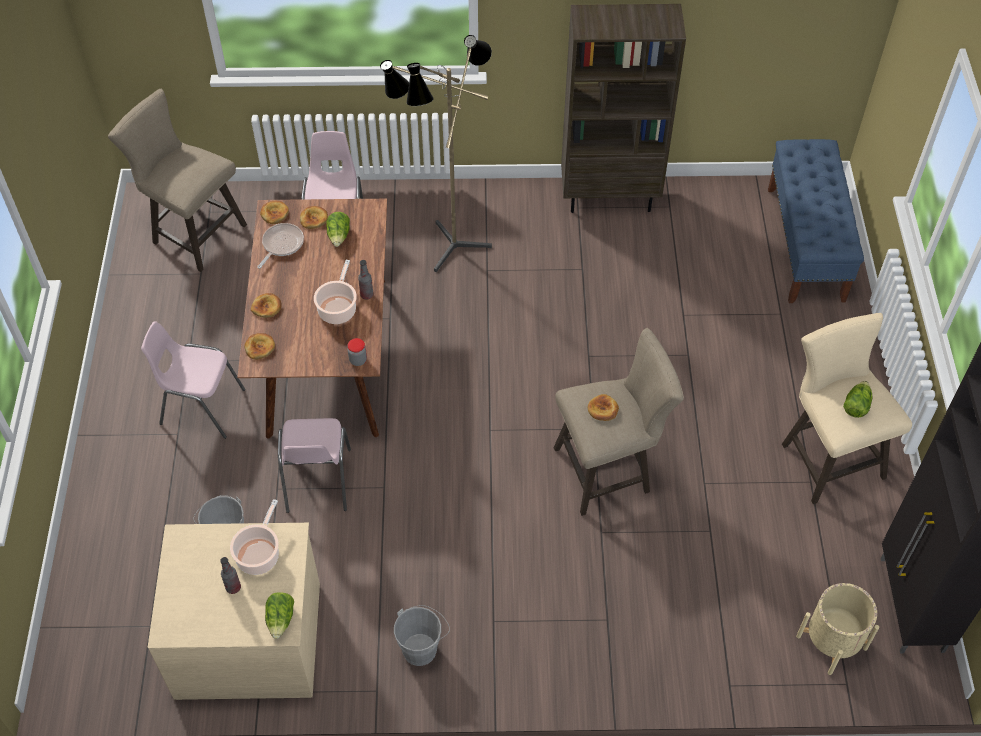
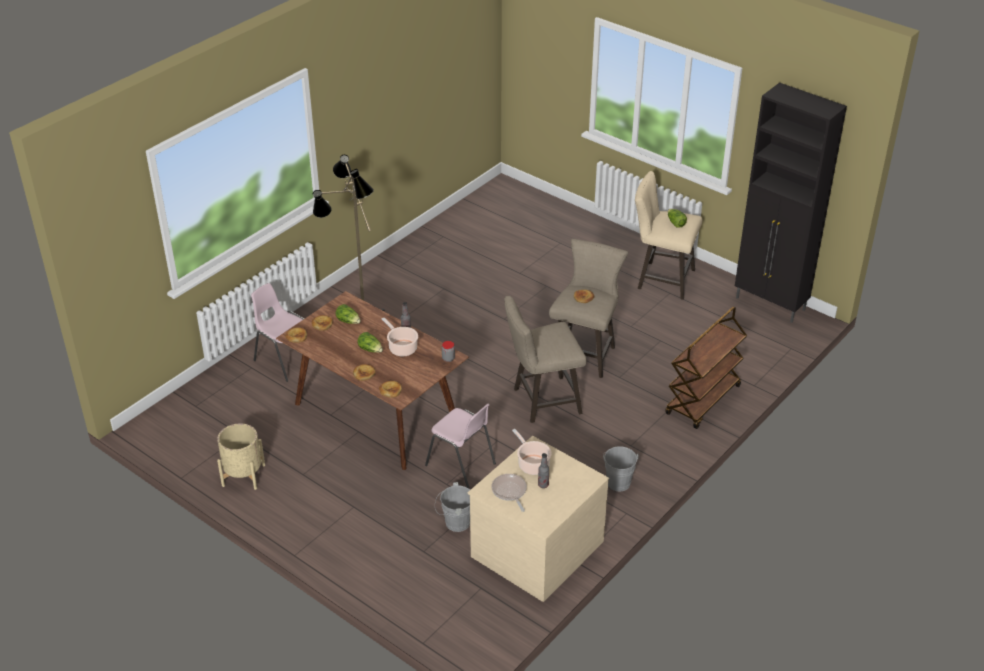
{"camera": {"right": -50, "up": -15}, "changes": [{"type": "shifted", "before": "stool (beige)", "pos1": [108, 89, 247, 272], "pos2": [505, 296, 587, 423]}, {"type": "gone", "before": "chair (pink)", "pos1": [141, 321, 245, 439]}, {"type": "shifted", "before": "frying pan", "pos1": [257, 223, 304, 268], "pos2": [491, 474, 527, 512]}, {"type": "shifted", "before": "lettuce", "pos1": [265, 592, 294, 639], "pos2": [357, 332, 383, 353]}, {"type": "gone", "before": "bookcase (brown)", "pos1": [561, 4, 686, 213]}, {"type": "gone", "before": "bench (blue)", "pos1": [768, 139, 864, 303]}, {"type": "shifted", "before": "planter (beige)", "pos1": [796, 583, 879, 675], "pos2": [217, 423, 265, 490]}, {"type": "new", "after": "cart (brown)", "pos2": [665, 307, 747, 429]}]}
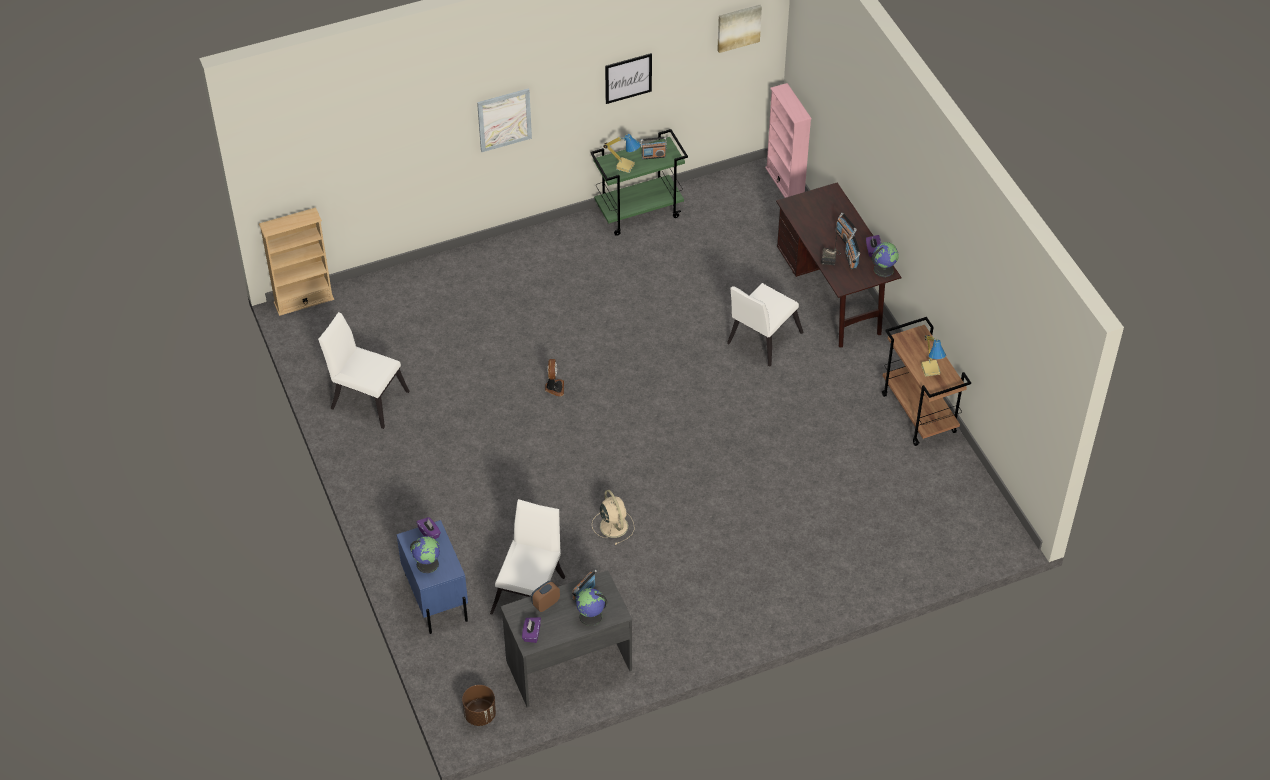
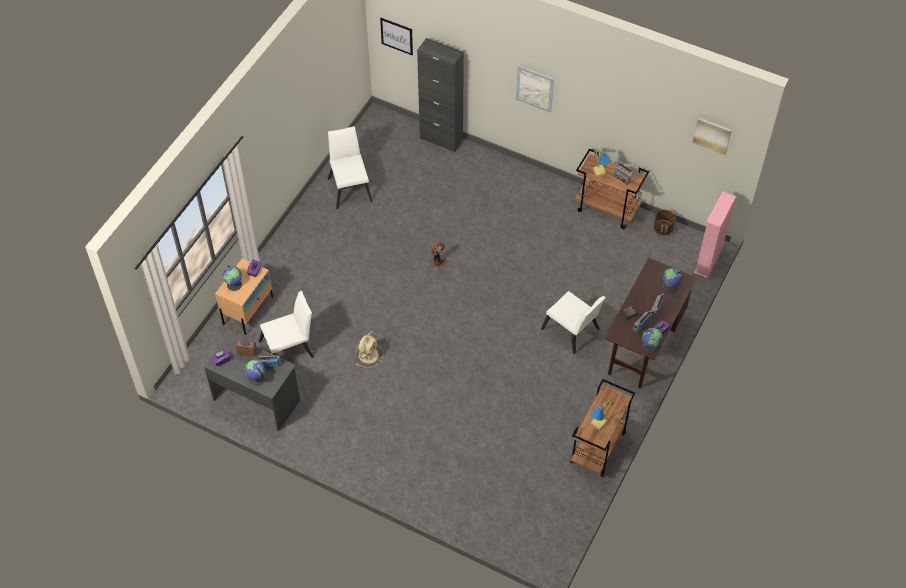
{"camera": {"right": 50, "up": 5}, "changes": [{"type": "gone", "before": "bookcase (beige)", "pos1": [259, 207, 334, 316]}, {"type": "repainted", "before": "nightstand (blue)", "after": "nightstand (beige)", "pos1": [397, 520, 468, 634], "pos2": [215, 258, 273, 335]}, {"type": "shifted", "before": "planter (brown)", "pos1": [462, 685, 496, 726], "pos2": [654, 210, 676, 235]}, {"type": "repainted", "before": "cart (green)", "after": "cart (brown)", "pos1": [590, 129, 688, 236], "pos2": [575, 149, 649, 229]}, {"type": "shifted", "before": "picture", "pos1": [605, 53, 652, 104], "pos2": [380, 18, 413, 55]}, {"type": "rotated", "before": "chair (white)", "pos1": [727, 283, 804, 367], "pos2": [541, 291, 606, 354], "turn": -135}, {"type": "new", "after": "cabinet (black)", "pos2": [417, 38, 464, 152]}, {"type": "new", "after": "globe", "pos2": [663, 268, 684, 293]}]}
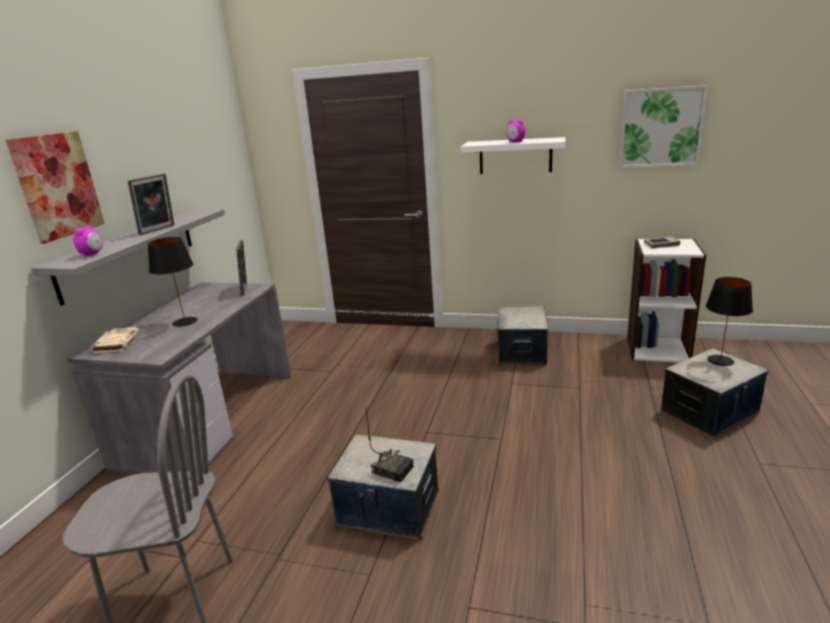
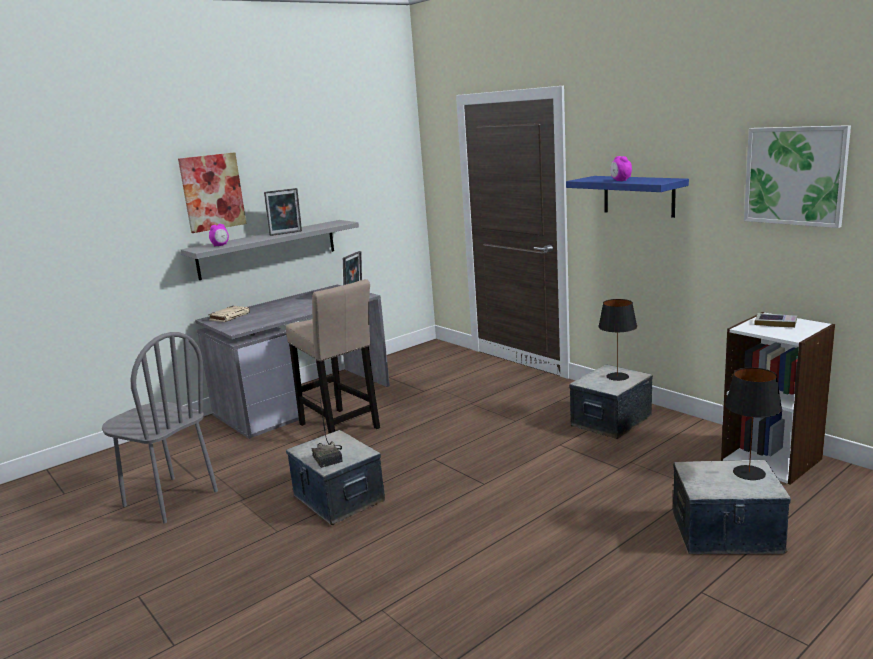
{"camera": {"right": 35, "up": -5}, "changes": [{"type": "shifted", "before": "table lamp (black)", "pos1": [148, 237, 198, 327], "pos2": [598, 299, 637, 381]}, {"type": "repainted", "before": "shelf (white)", "after": "shelf (blue)", "pos1": [461, 137, 566, 174], "pos2": [566, 176, 689, 218]}, {"type": "new", "after": "stool (beige)", "pos2": [286, 279, 380, 433]}]}
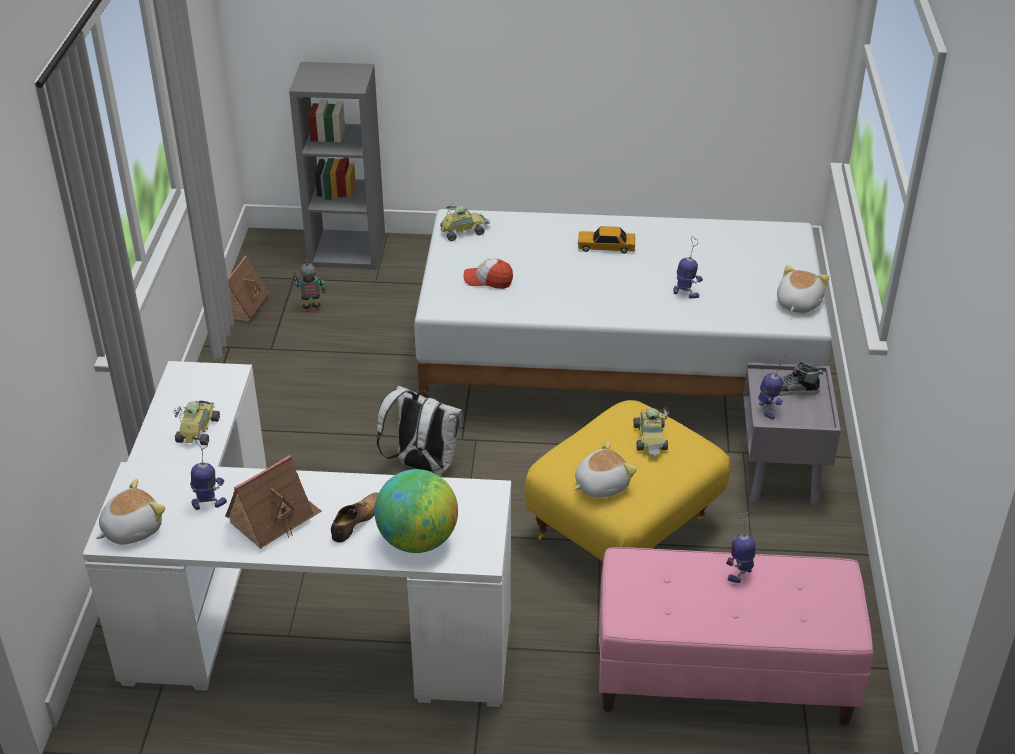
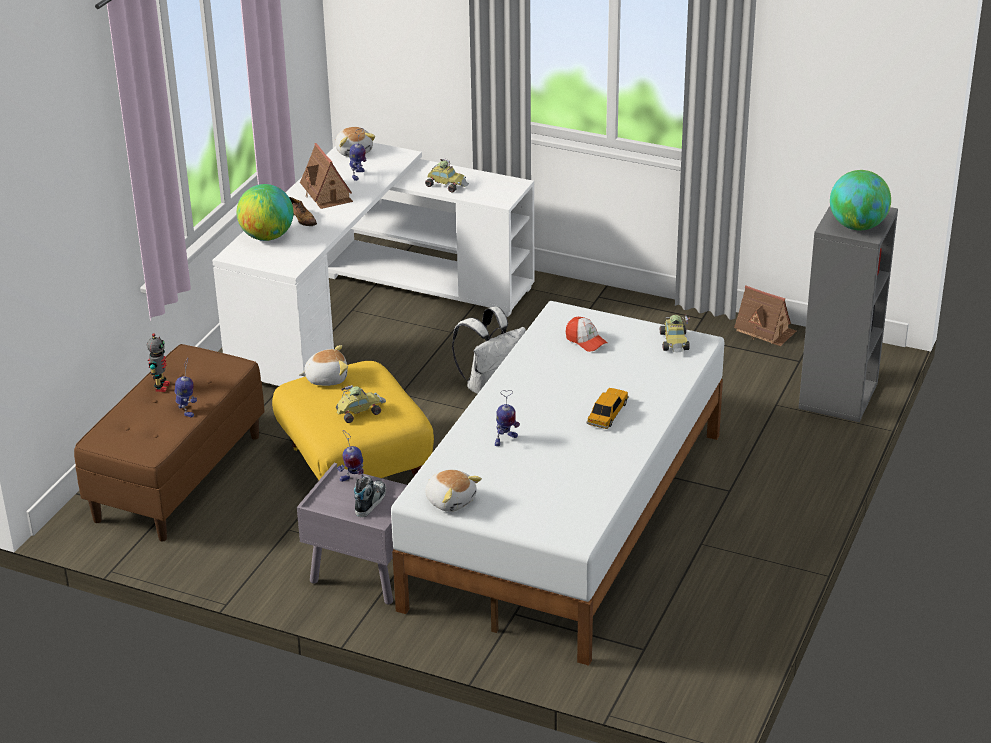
{"camera": {"right": 110, "up": -5}, "changes": [{"type": "shifted", "before": "toy robot", "pos1": [293, 260, 326, 312], "pos2": [147, 333, 170, 392]}, {"type": "rotated", "before": "cap", "pos1": [463, 258, 513, 289], "pos2": [565, 317, 608, 352], "turn": 105}, {"type": "rotated", "before": "plush toy", "pos1": [574, 441, 637, 498], "pos2": [299, 345, 348, 386], "turn": -90}, {"type": "repainted", "before": "bench (pink)", "after": "bench (brown)", "pos1": [599, 547, 873, 726], "pos2": [74, 344, 265, 541]}, {"type": "rotated", "before": "toy car", "pos1": [633, 407, 669, 455], "pos2": [336, 385, 386, 423], "turn": 135}, {"type": "new", "after": "globe", "pos2": [830, 170, 891, 230]}]}
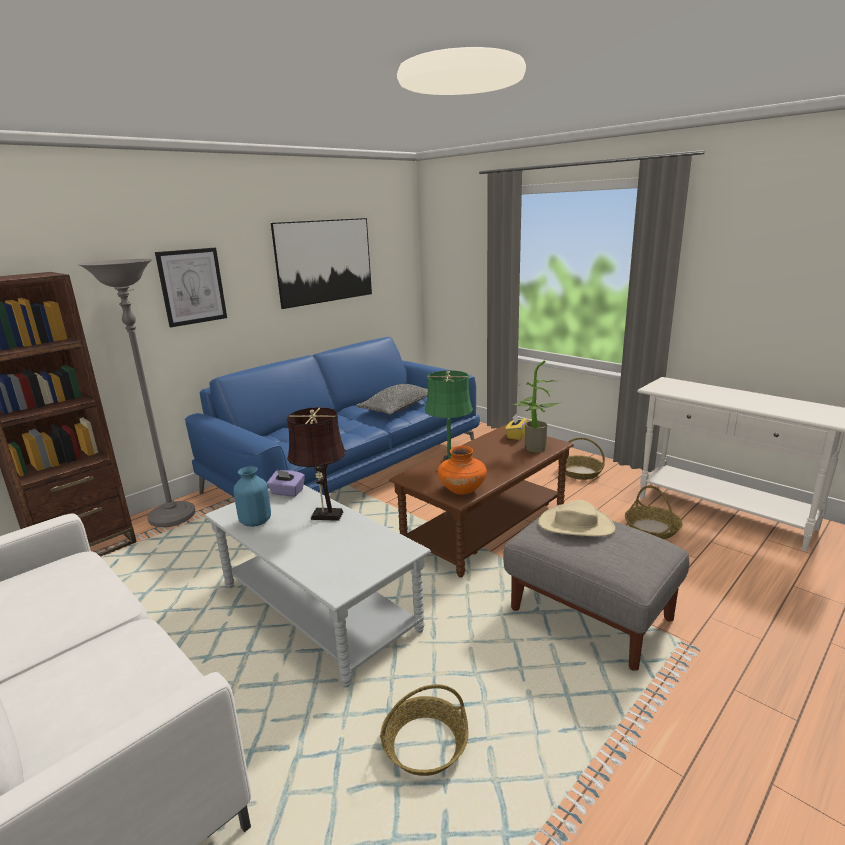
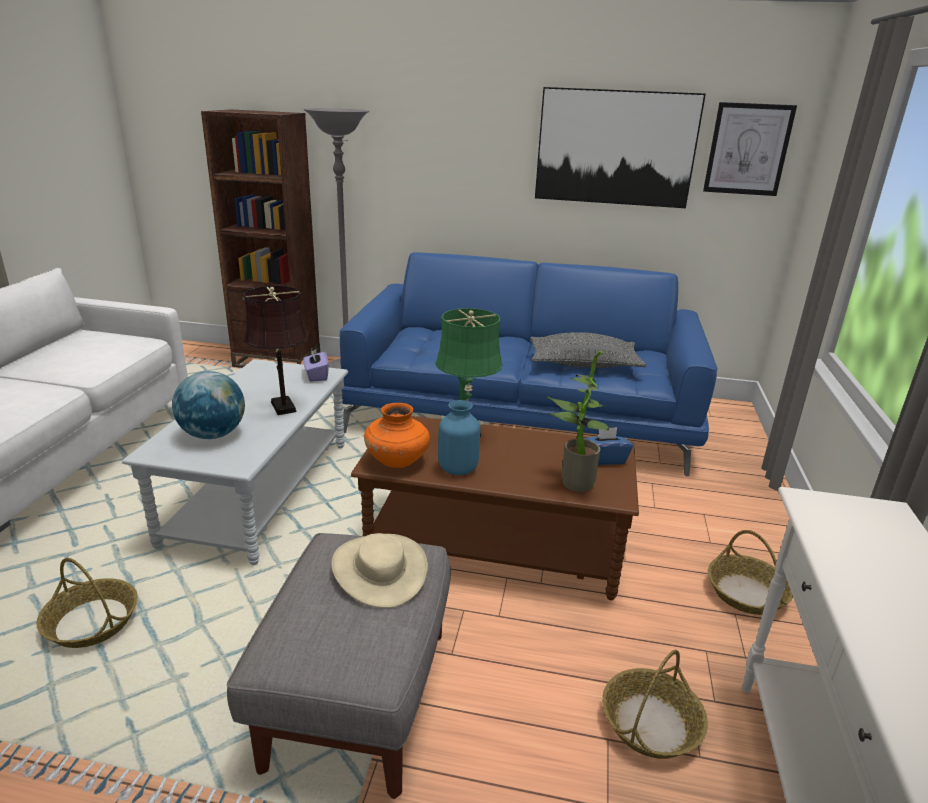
{"camera": {"right": 55, "up": 5}, "changes": [{"type": "shifted", "before": "picture", "pos1": [155, 248, 227, 327], "pos2": [703, 102, 797, 196]}, {"type": "shifted", "before": "vase (blue)", "pos1": [233, 466, 271, 527], "pos2": [438, 400, 480, 475]}, {"type": "repainted", "before": "tissue box (yellow)", "after": "tissue box (blue)", "pos1": [505, 413, 529, 440], "pos2": [584, 427, 633, 465]}, {"type": "new", "after": "globe", "pos2": [172, 371, 245, 439]}]}
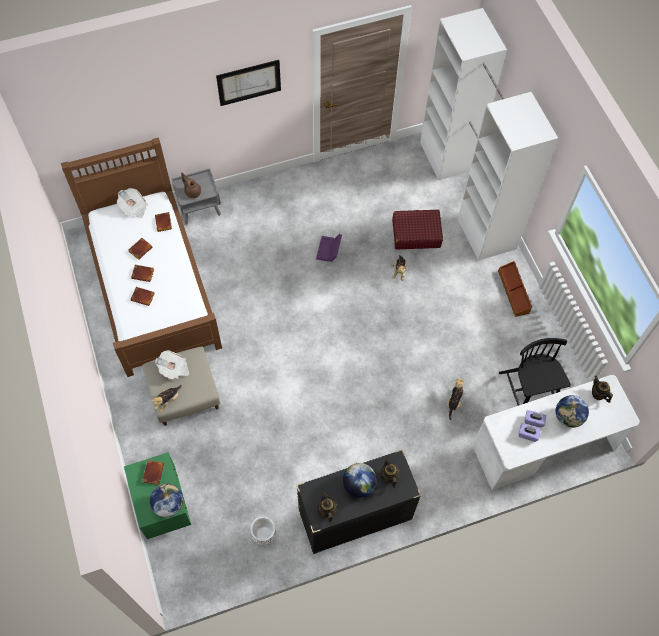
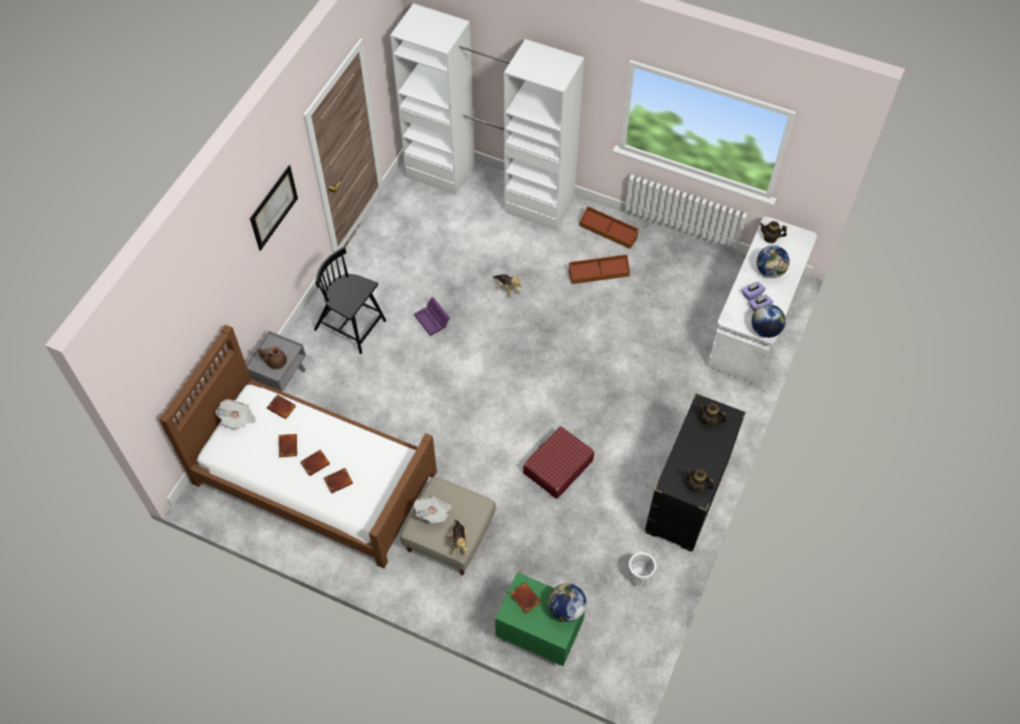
{"camera": {"right": -45, "up": -5}, "changes": [{"type": "shifted", "before": "globe", "pos1": [343, 463, 377, 498], "pos2": [752, 304, 786, 338]}, {"type": "shifted", "before": "suitcase (red)", "pos1": [392, 210, 443, 249], "pos2": [523, 426, 594, 499]}, {"type": "gone", "before": "plush toy", "pos1": [447, 378, 465, 420]}, {"type": "shifted", "before": "chair (black)", "pos1": [499, 338, 571, 406], "pos2": [314, 247, 386, 354]}, {"type": "new", "after": "storage box (brown)", "pos2": [569, 254, 630, 284]}]}
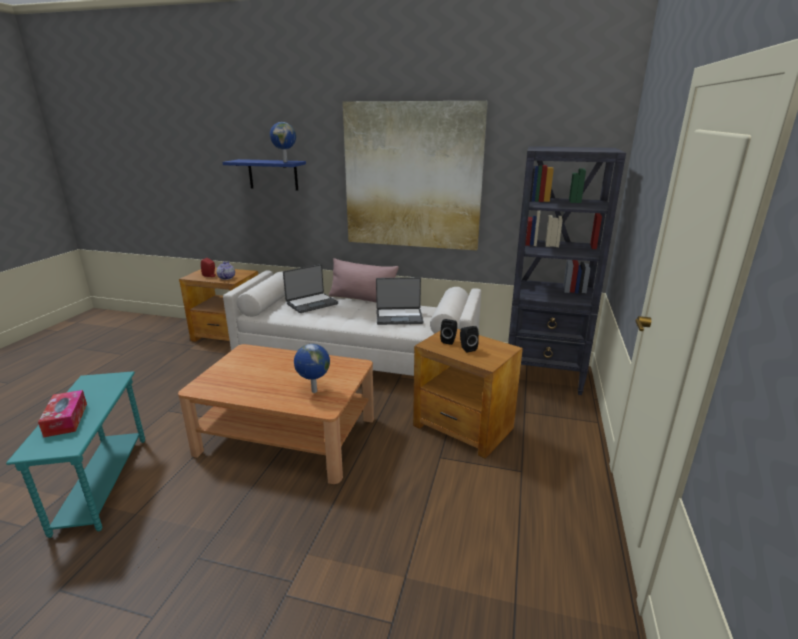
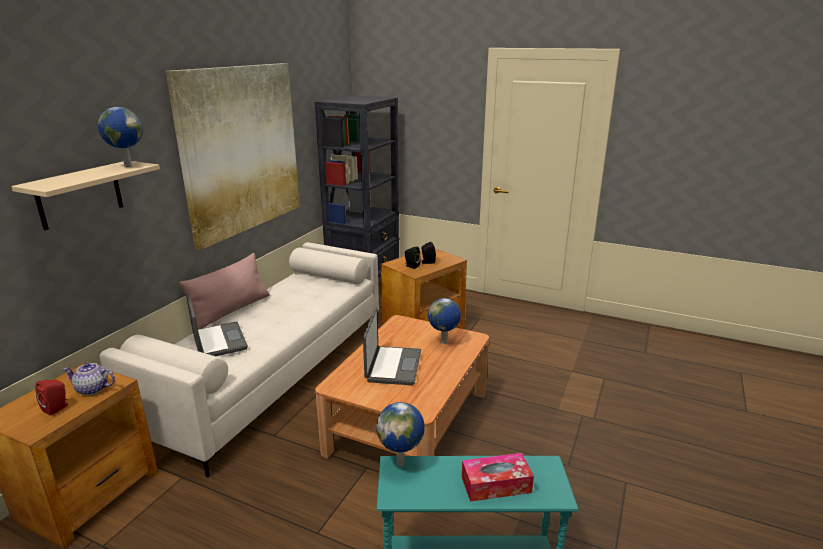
{"camera": {"right": -80, "up": 0}, "changes": [{"type": "repainted", "before": "shelf (blue)", "after": "shelf (beige)", "pos1": [223, 159, 306, 190], "pos2": [11, 161, 160, 230]}, {"type": "shifted", "before": "laptop", "pos1": [376, 277, 424, 325], "pos2": [363, 308, 421, 385]}, {"type": "new", "after": "globe", "pos2": [376, 402, 424, 467]}]}
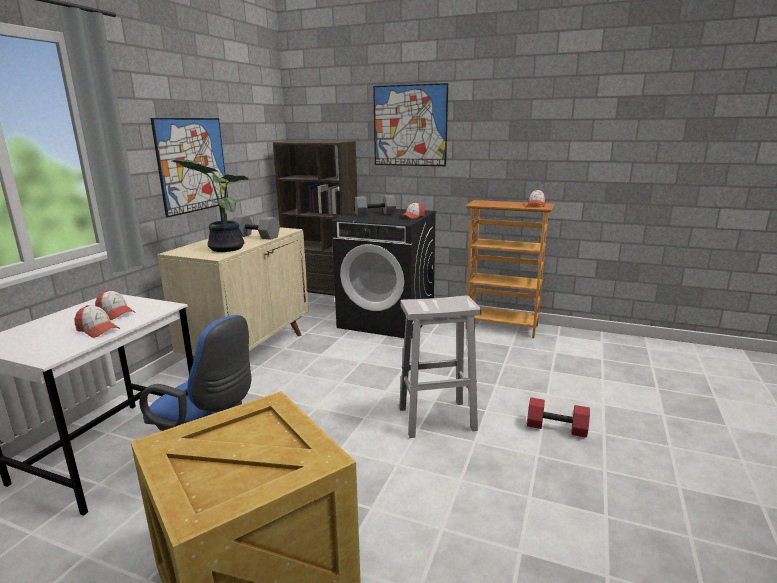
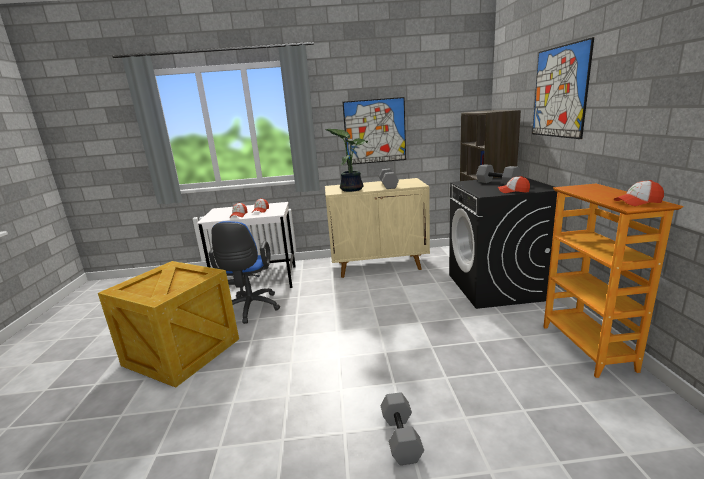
{"camera": {"right": 65, "up": 0}, "changes": [{"type": "gone", "before": "stool (white)", "pos1": [399, 295, 481, 438]}, {"type": "repainted", "before": "dumbbell (red)", "after": "dumbbell (grey)", "pos1": [527, 398, 590, 438], "pos2": [381, 392, 424, 465]}]}
